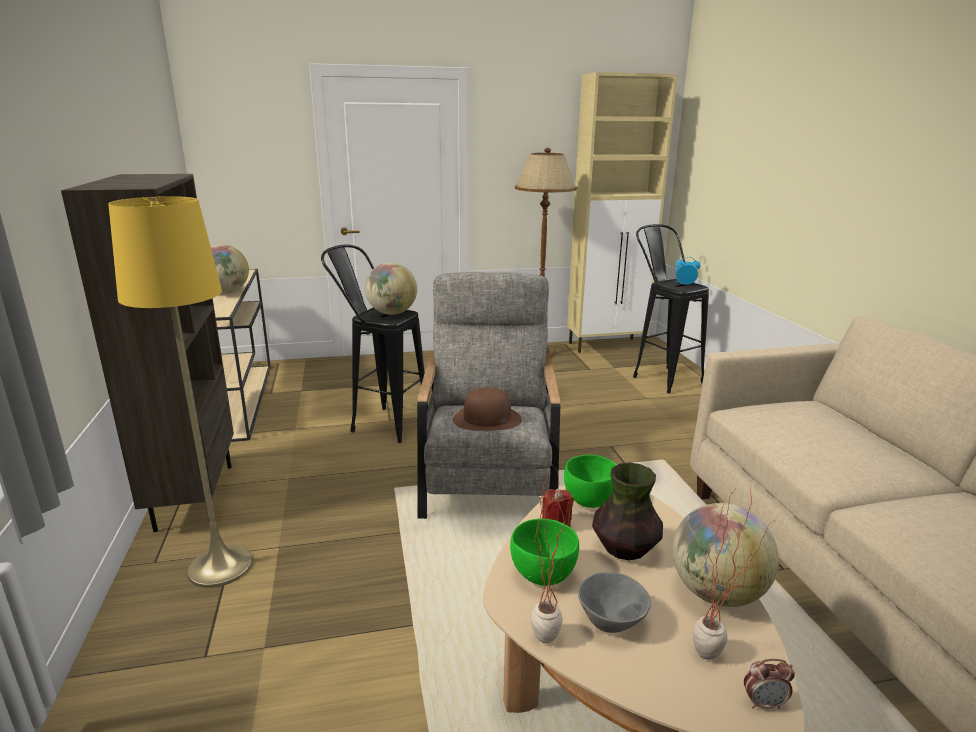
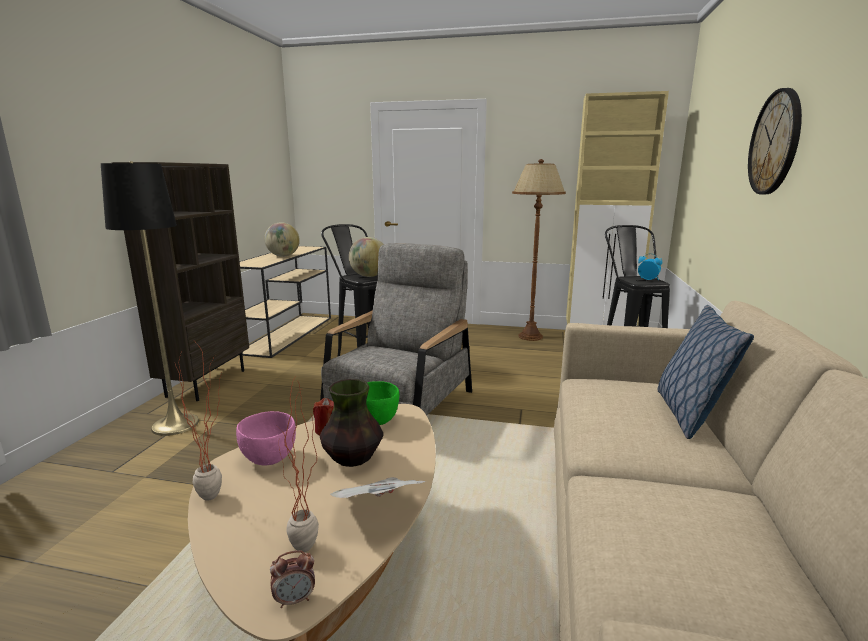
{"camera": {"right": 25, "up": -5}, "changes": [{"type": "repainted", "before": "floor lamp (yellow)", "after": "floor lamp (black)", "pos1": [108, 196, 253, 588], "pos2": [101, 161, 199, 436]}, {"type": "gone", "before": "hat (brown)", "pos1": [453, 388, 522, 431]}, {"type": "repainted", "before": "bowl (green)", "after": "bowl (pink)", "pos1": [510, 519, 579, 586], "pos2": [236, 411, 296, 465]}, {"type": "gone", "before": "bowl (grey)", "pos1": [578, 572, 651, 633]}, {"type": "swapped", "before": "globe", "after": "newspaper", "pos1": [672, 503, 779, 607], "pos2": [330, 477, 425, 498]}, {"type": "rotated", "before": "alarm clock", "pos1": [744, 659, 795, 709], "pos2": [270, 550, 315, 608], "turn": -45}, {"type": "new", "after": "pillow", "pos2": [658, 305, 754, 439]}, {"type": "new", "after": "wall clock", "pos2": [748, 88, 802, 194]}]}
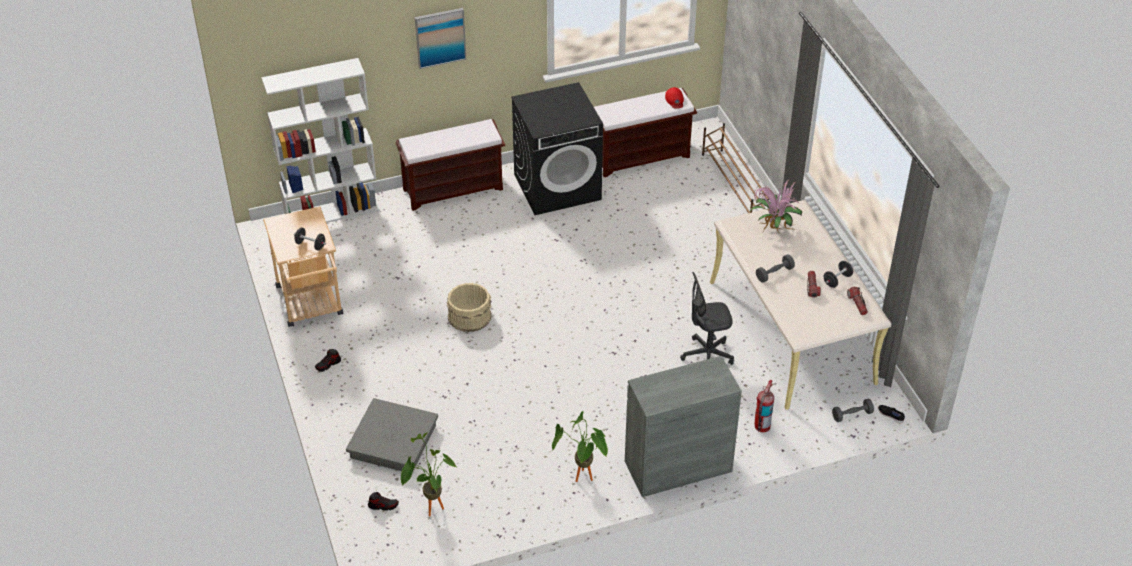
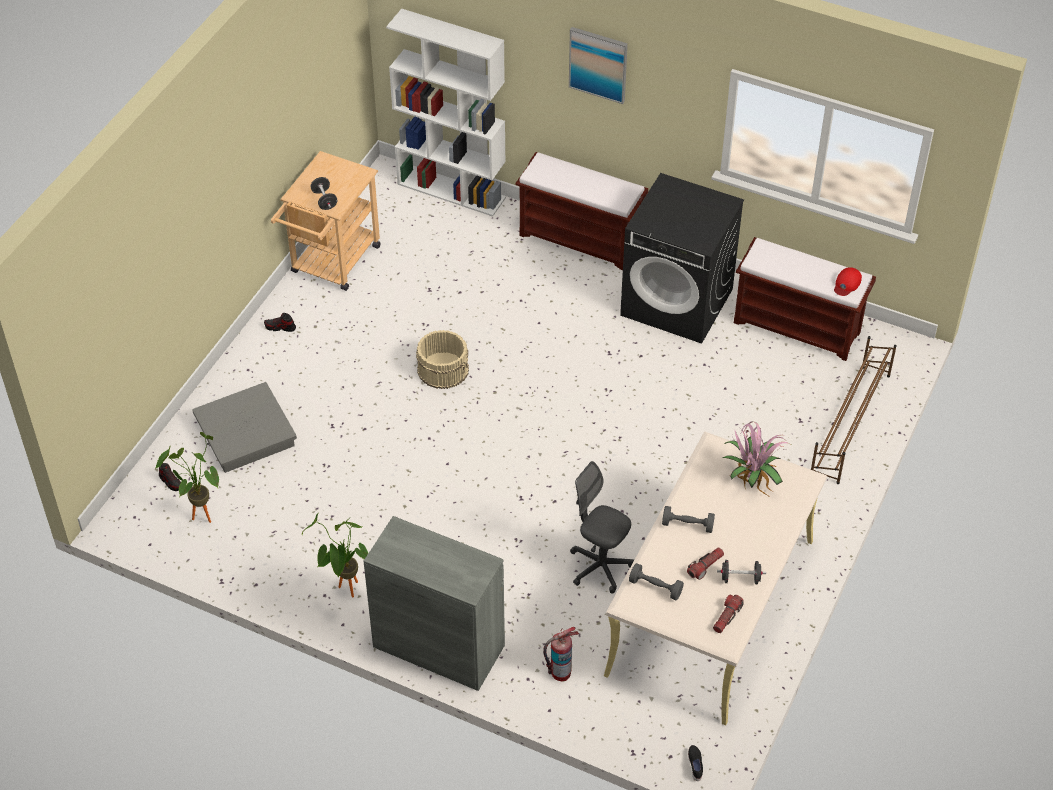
{"camera": {"right": 45, "up": 5}, "changes": [{"type": "shifted", "before": "dumbbell (grey)", "pos1": [832, 398, 874, 422], "pos2": [629, 563, 684, 600]}]}
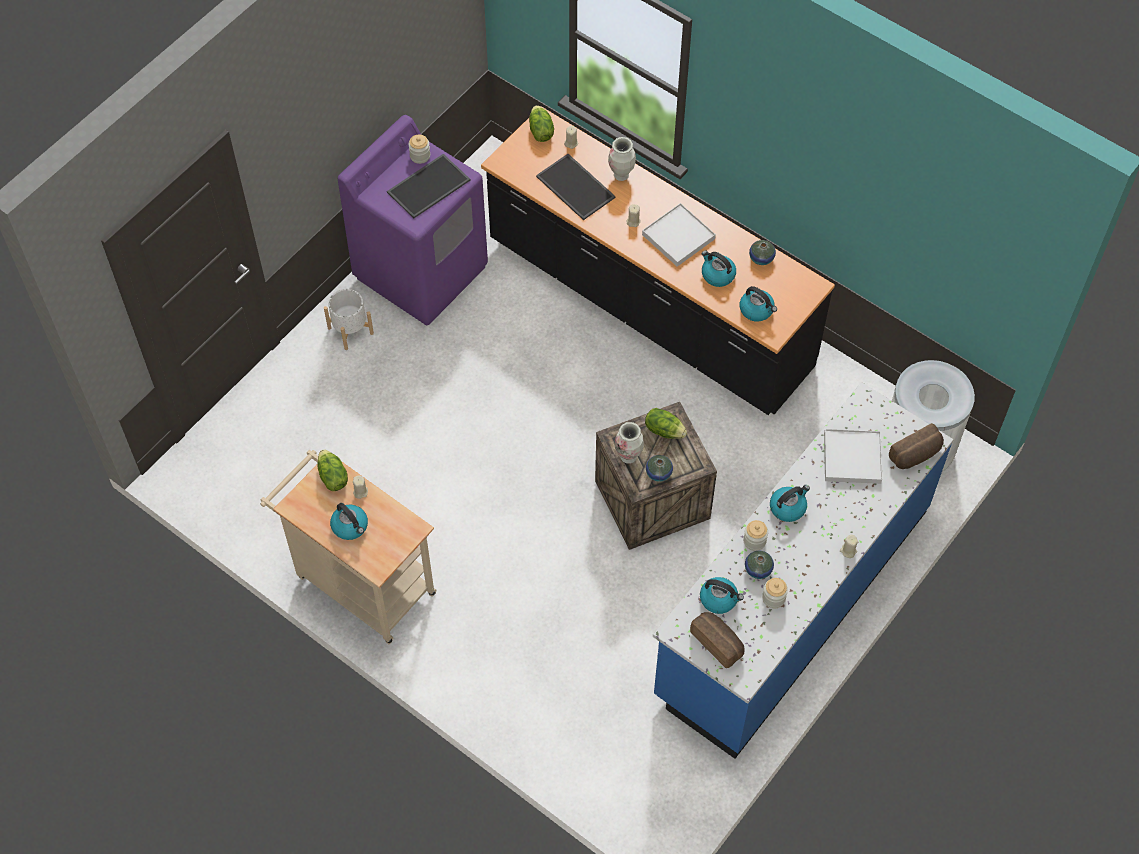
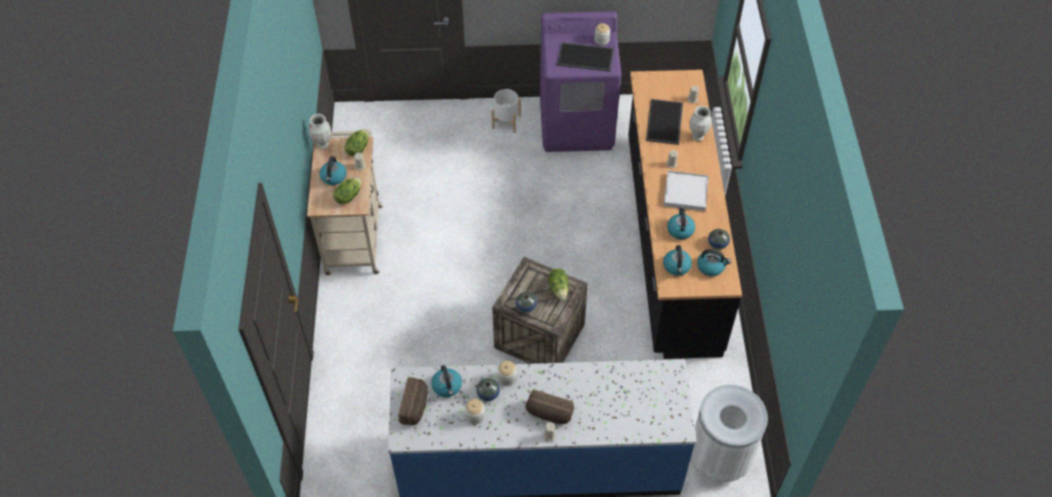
{"camera": {"right": 50, "up": -5}, "changes": [{"type": "shifted", "before": "lettuce", "pos1": [529, 105, 554, 142], "pos2": [333, 177, 362, 204]}, {"type": "shifted", "before": "vase", "pos1": [615, 422, 644, 464], "pos2": [309, 114, 331, 149]}, {"type": "shifted", "before": "kettle", "pos1": [770, 485, 810, 522], "pos2": [697, 249, 731, 276]}, {"type": "gone", "before": "tray (white)", "pos1": [824, 429, 882, 484]}, {"type": "shifted", "before": "bread", "pos1": [889, 423, 944, 469], "pos2": [525, 390, 574, 424]}]}
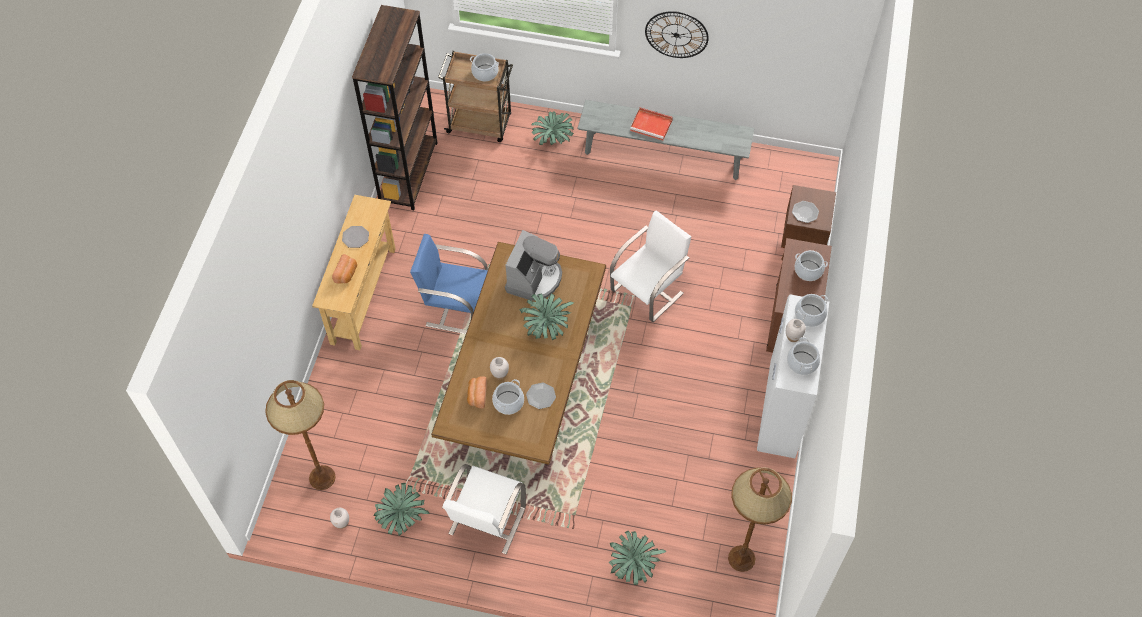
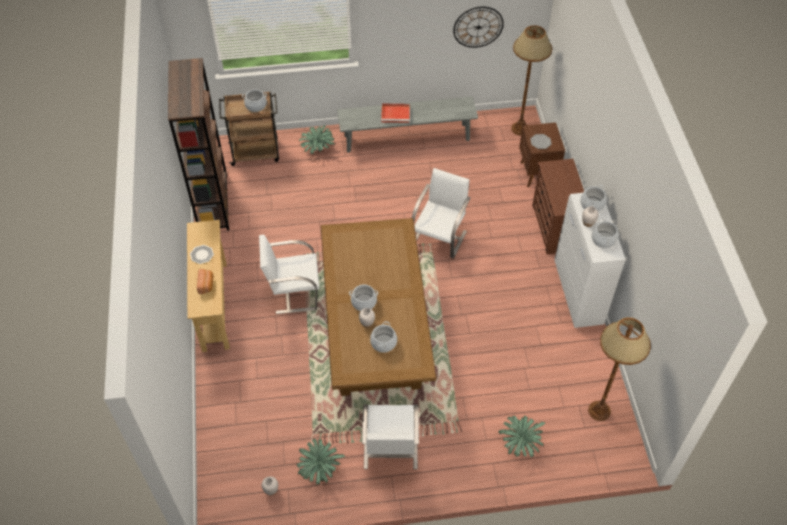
{"camera": {"right": -20, "up": -5}, "changes": [{"type": "shifted", "before": "floor lamp (brown)", "pos1": [265, 380, 336, 490], "pos2": [511, 25, 552, 135]}, {"type": "repainted", "before": "chair (blue)", "after": "chair (white)", "pos1": [410, 234, 488, 334], "pos2": [259, 235, 320, 314]}, {"type": "gone", "before": "bread", "pos1": [467, 376, 487, 409]}, {"type": "gone", "before": "coffee machine", "pos1": [505, 230, 562, 300]}, {"type": "gone", "before": "potted plant", "pos1": [520, 294, 574, 340]}, {"type": "gone", "before": "plate", "pos1": [526, 382, 556, 409]}, {"type": "shifted", "before": "wall clock", "pos1": [645, 11, 709, 58], "pos2": [453, 7, 504, 48]}, {"type": "shifted", "before": "cooking pot", "pos1": [795, 250, 828, 281], "pos2": [349, 284, 378, 311]}]}
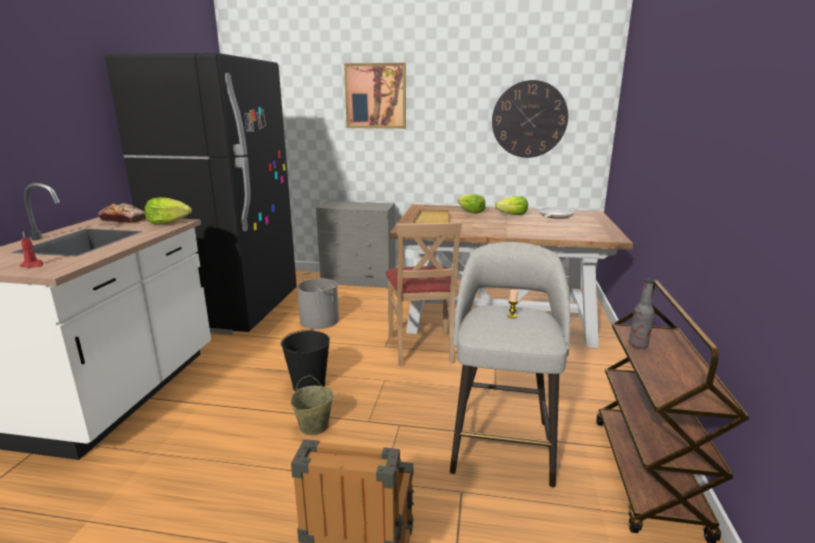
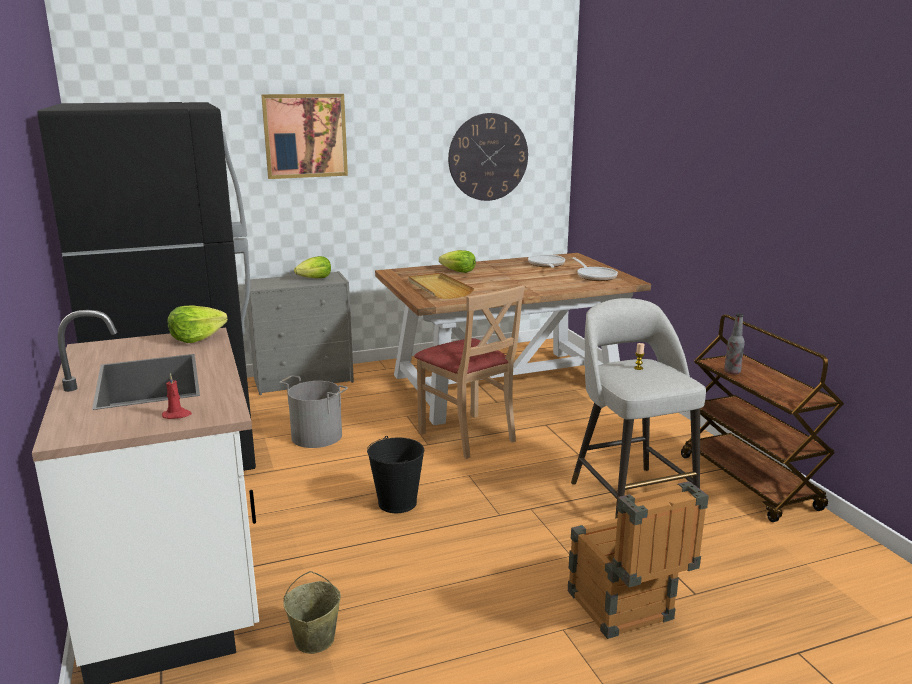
{"camera": {"right": -30, "up": 0}, "changes": [{"type": "gone", "before": "bread", "pos1": [98, 203, 146, 223]}, {"type": "shifted", "before": "bucket (beige)", "pos1": [291, 375, 334, 435], "pos2": [283, 571, 341, 654]}, {"type": "shifted", "before": "lettuce", "pos1": [495, 196, 528, 215], "pos2": [294, 256, 331, 278]}, {"type": "new", "after": "frying pan", "pos2": [572, 257, 618, 281]}]}
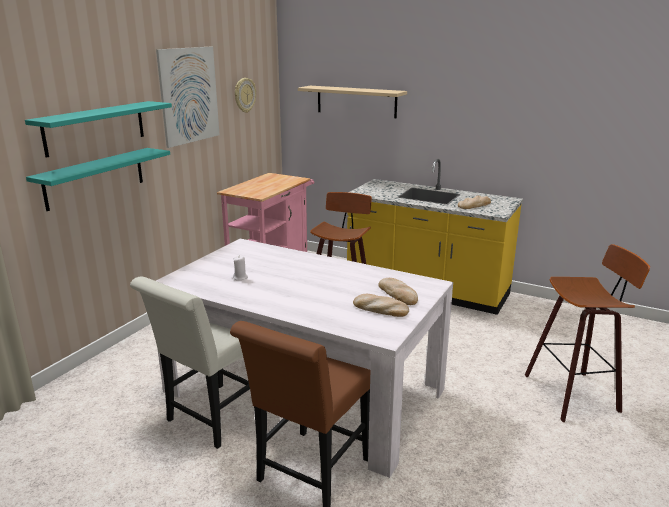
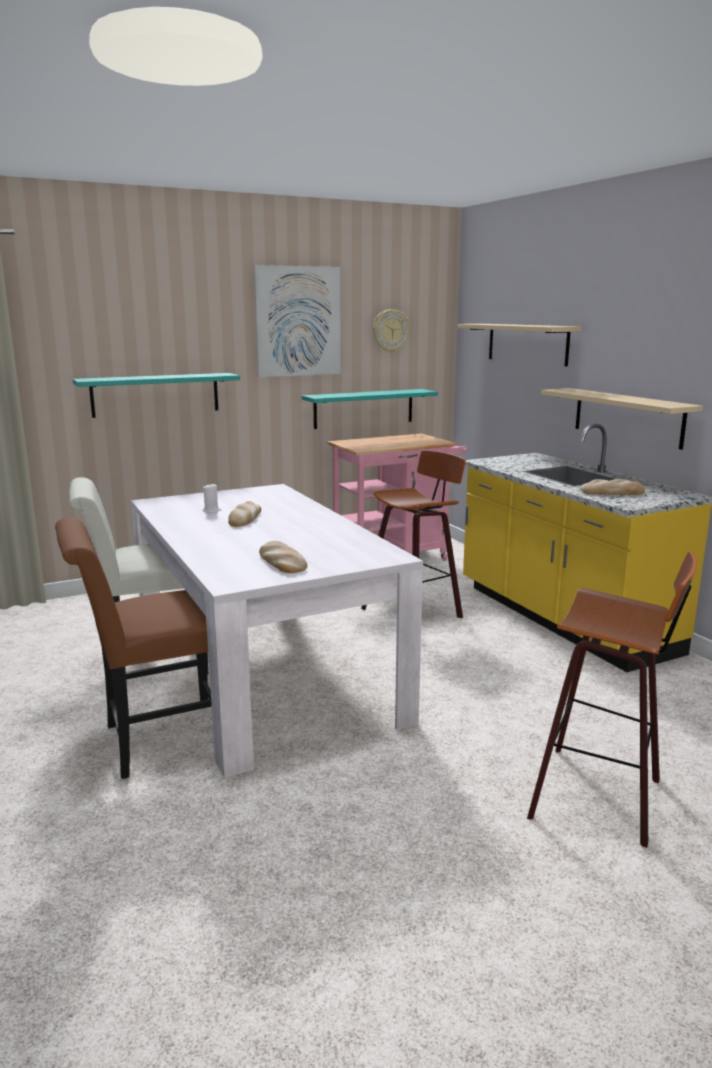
{"camera": {"right": 35, "up": -5}, "changes": [{"type": "shifted", "before": "shelf (turquoise)", "pos1": [25, 101, 172, 158], "pos2": [302, 389, 438, 429]}, {"type": "shifted", "before": "bread", "pos1": [379, 278, 418, 305], "pos2": [228, 501, 261, 527]}, {"type": "new", "after": "shelf (beige)", "pos2": [541, 388, 703, 450]}]}
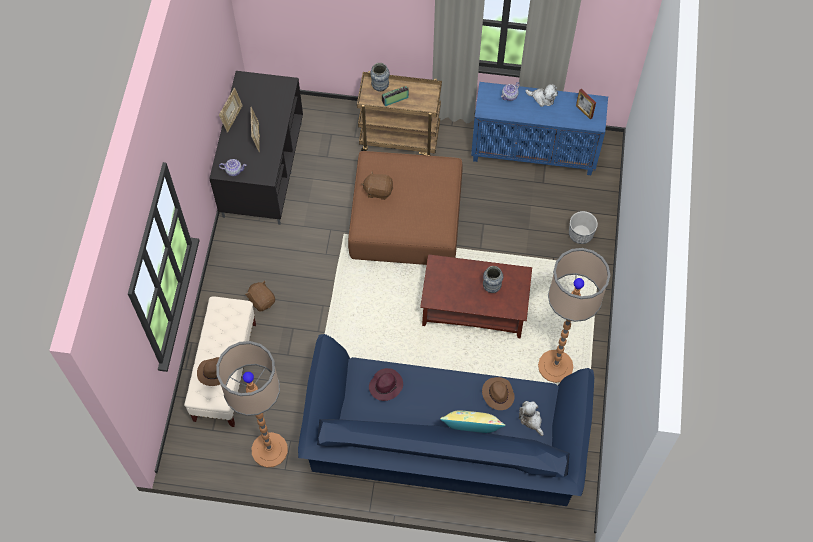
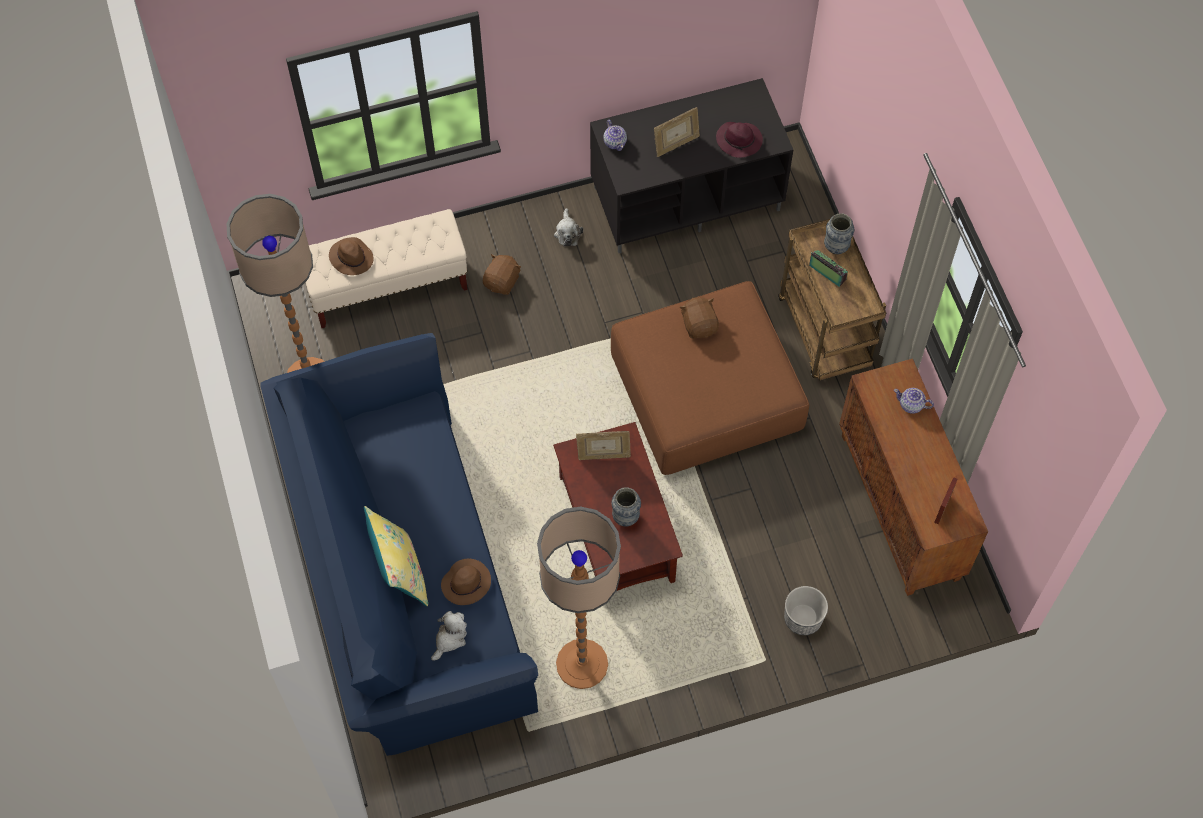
{"camera": {"right": 65, "up": 0}, "changes": [{"type": "shifted", "before": "picture frame", "pos1": [219, 88, 243, 133], "pos2": [576, 431, 631, 460]}, {"type": "shifted", "before": "hat (purple)", "pos1": [369, 368, 403, 401], "pos2": [716, 122, 763, 158]}, {"type": "repainted", "before": "cabinet (blue)", "after": "cabinet (brown)", "pos1": [471, 82, 608, 175], "pos2": [839, 358, 988, 596]}, {"type": "shifted", "before": "plush toy", "pos1": [525, 84, 558, 107], "pos2": [554, 208, 583, 247]}]}
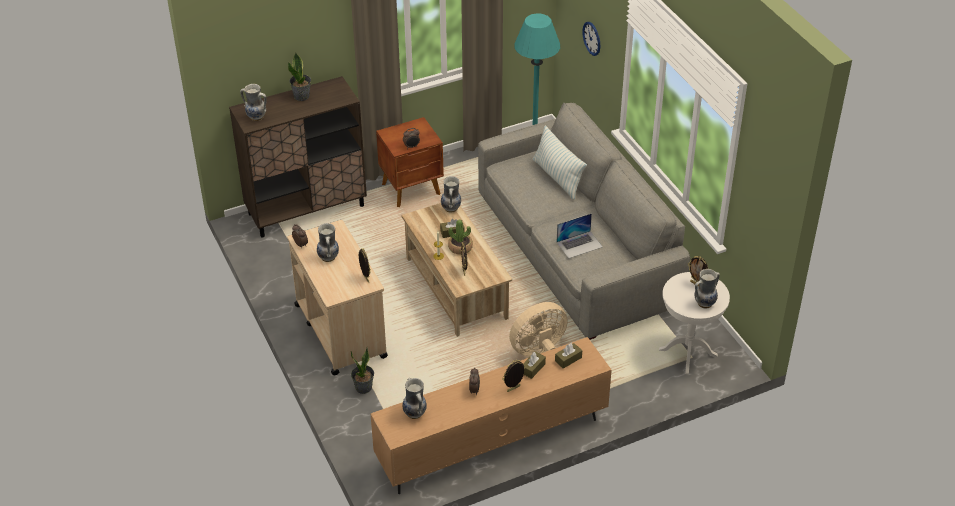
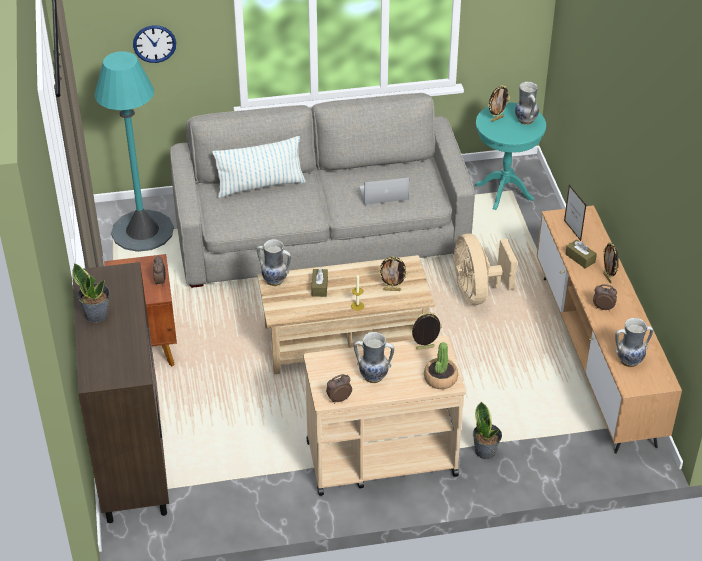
{"camera": {"right": -75, "up": 0}, "changes": [{"type": "gone", "before": "vase", "pos1": [240, 84, 267, 121]}, {"type": "shifted", "before": "potted plant", "pos1": [448, 220, 473, 255], "pos2": [424, 342, 458, 389]}, {"type": "swapped", "before": "tissue box (brown)", "after": "picture frame", "pos1": [555, 343, 582, 369], "pos2": [564, 185, 586, 241]}, {"type": "rotated", "before": "laptop", "pos1": [556, 213, 603, 258], "pos2": [359, 178, 409, 205], "turn": -90}, {"type": "repainted", "before": "side table (white)", "after": "side table (turquoise)", "pos1": [659, 272, 730, 374], "pos2": [475, 103, 546, 210]}]}
